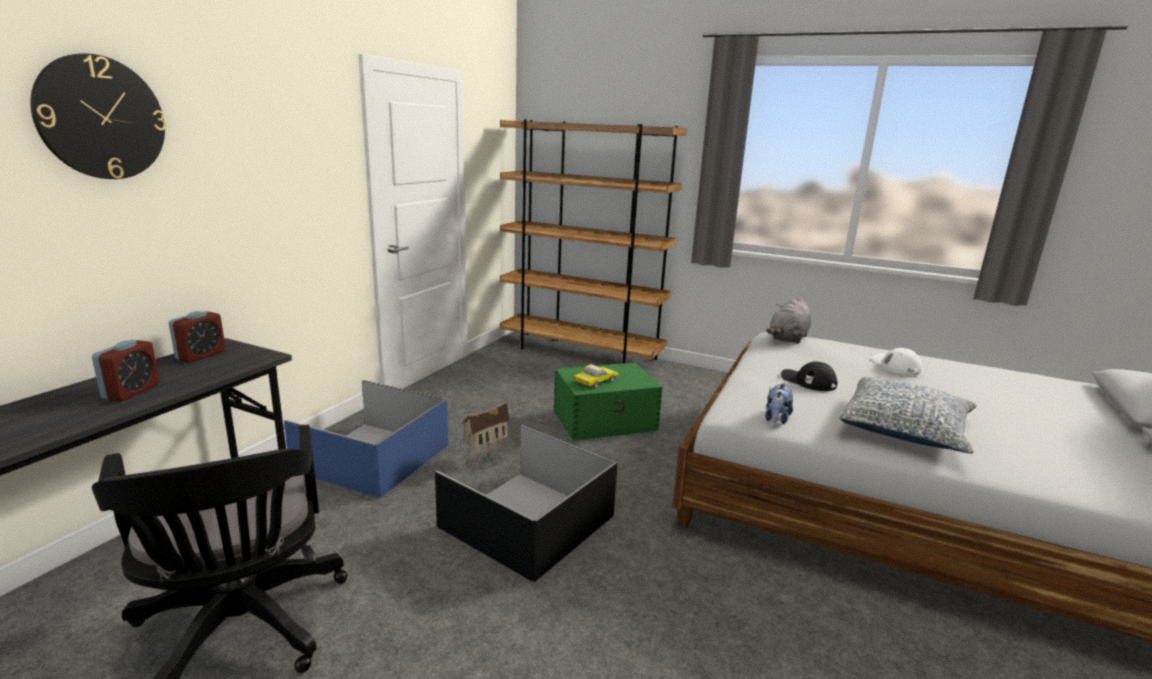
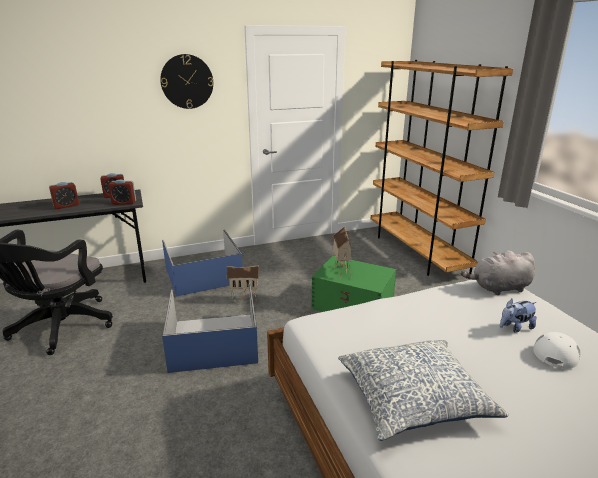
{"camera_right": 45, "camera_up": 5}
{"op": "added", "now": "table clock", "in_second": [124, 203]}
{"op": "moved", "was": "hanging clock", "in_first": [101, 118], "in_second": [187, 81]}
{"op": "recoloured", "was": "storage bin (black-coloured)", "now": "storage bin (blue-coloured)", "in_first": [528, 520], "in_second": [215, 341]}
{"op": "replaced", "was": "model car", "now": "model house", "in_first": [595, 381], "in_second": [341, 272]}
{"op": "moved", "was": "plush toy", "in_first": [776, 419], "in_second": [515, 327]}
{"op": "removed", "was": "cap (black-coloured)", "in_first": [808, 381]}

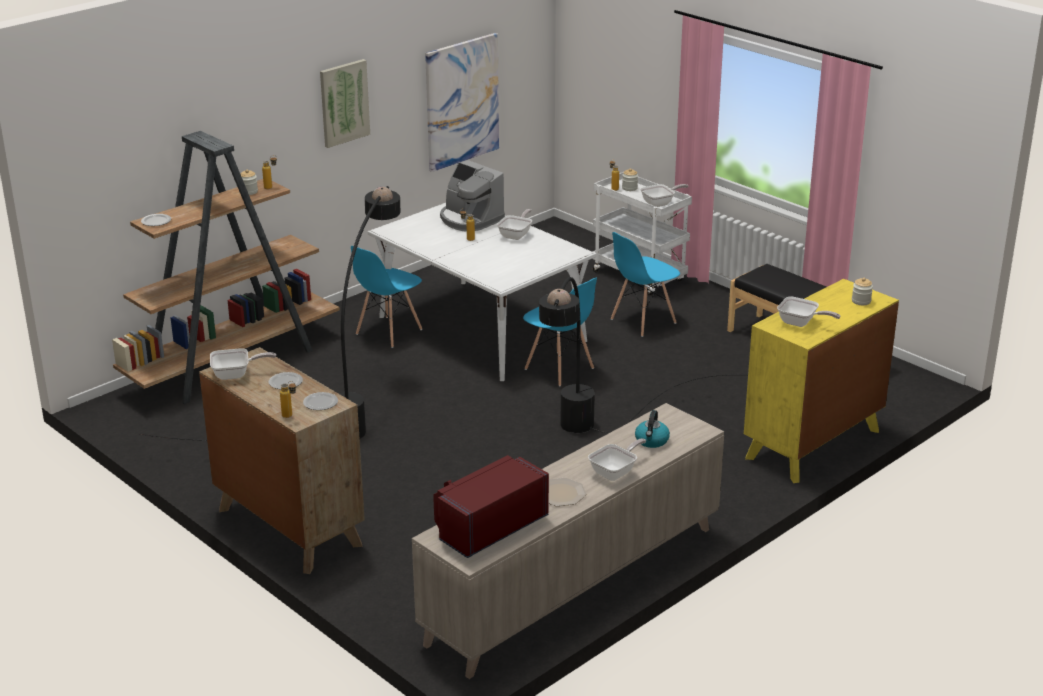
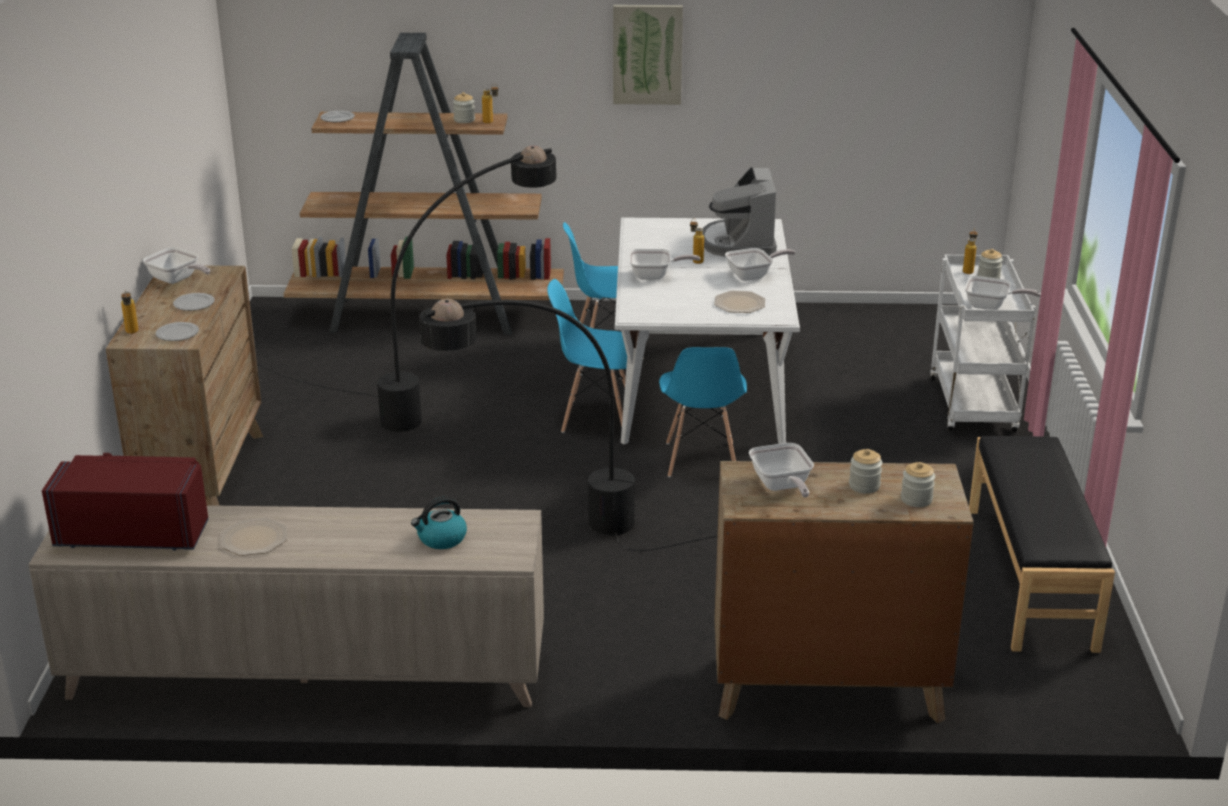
{"camera_right": 45, "camera_up": 0}
{"op": "moved", "was": "upright chair (blue-coloured)", "in_first": [642, 321], "in_second": [597, 418]}
{"op": "moved", "was": "pan", "in_first": [616, 472], "in_second": [655, 276]}
{"op": "added", "now": "plate", "in_second": [739, 303]}
{"op": "recoloured", "was": "drawer chest (yellow)", "now": "drawer chest (brown-coloured)", "in_first": [813, 444], "in_second": [827, 688]}
{"op": "added", "now": "preserve jar", "in_second": [864, 486]}
{"op": "removed", "was": "picture", "in_first": [462, 101]}

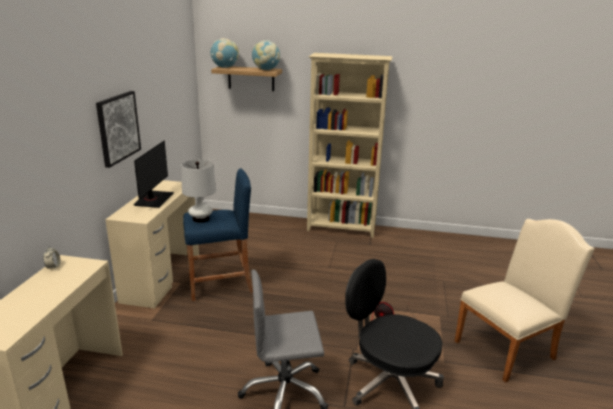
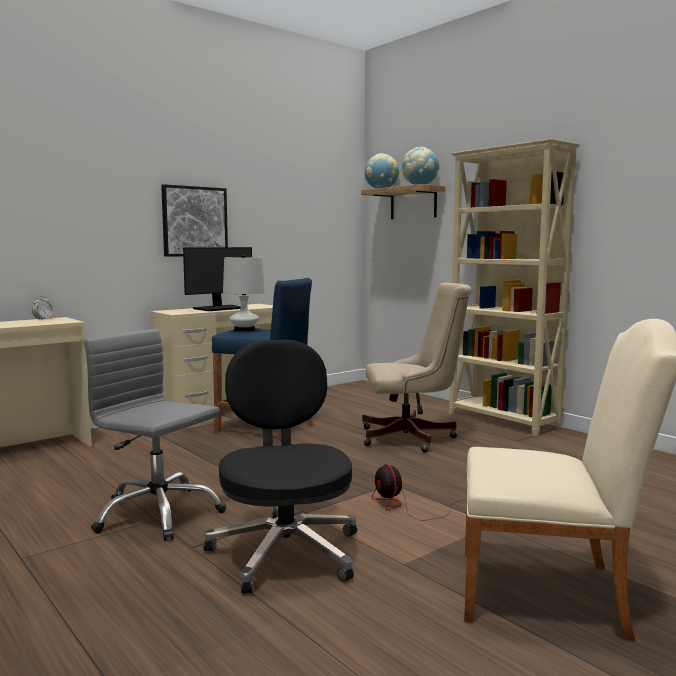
{"camera_right": 40, "camera_up": -15}
{"op": "added", "now": "office chair (beige)", "in_second": [413, 438]}

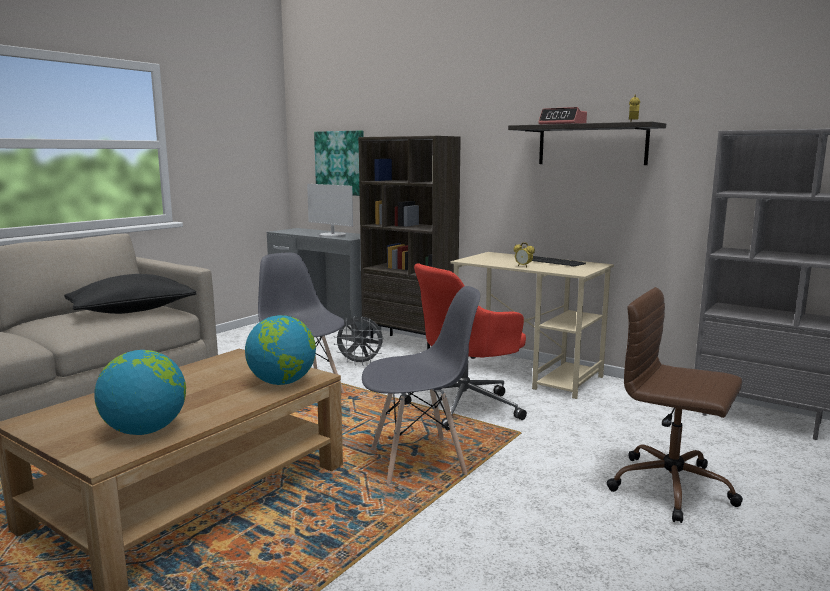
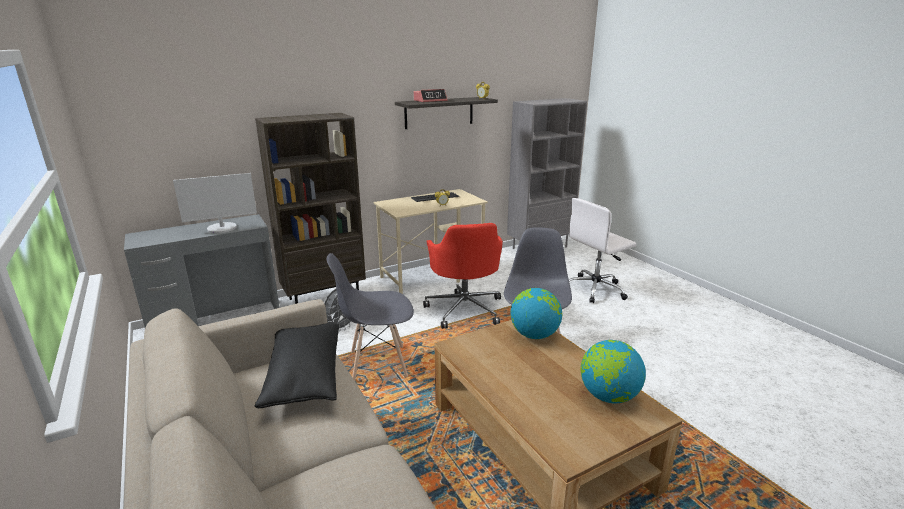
{"camera_right": -65, "camera_up": 10}
{"op": "recoloured", "was": "office chair (brown-coloured)", "now": "office chair (white)", "in_first": [673, 488], "in_second": [596, 289]}
{"op": "removed", "was": "picture", "in_first": [340, 163]}

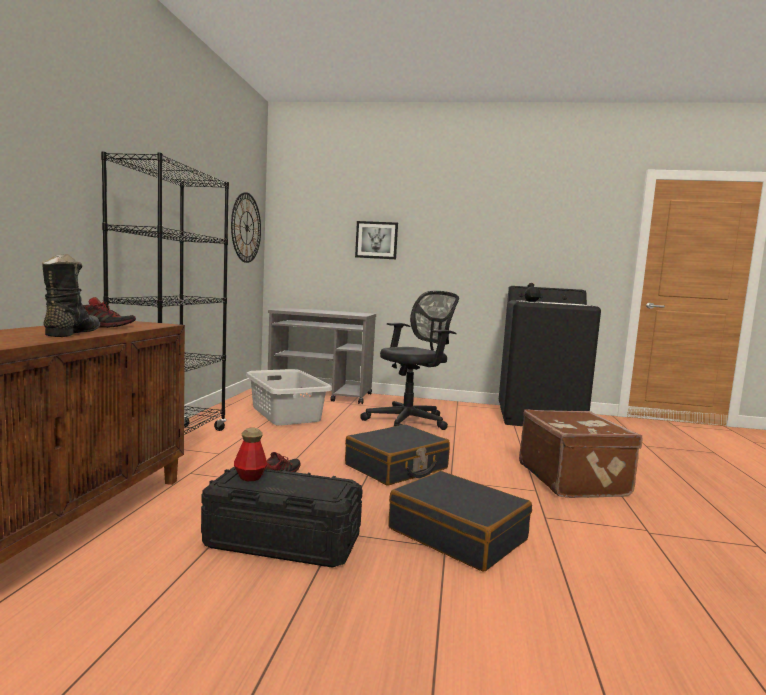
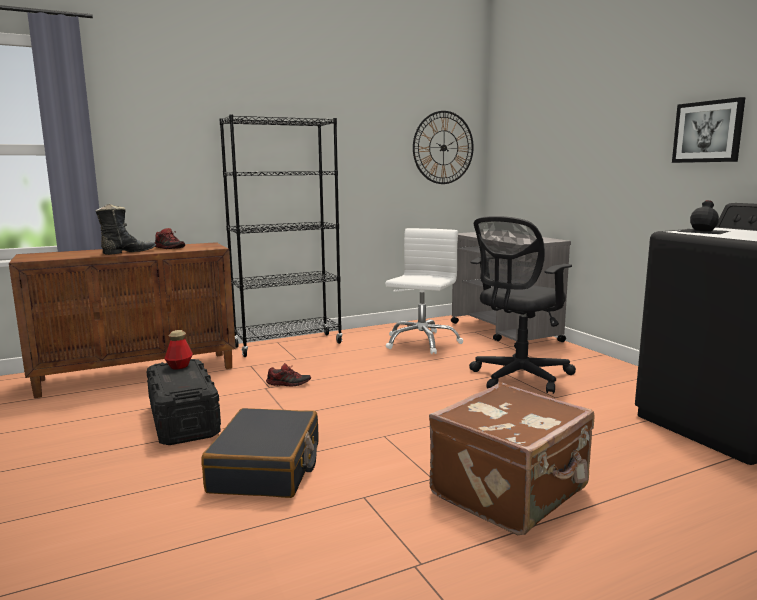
{"camera_right": 55, "camera_up": 5}
{"op": "replaced", "was": "hamper (grey)", "now": "office chair (white)", "in_first": [286, 414], "in_second": [421, 342]}
{"op": "turned", "was": "office chair (black-coloured)", "in_first": [410, 421], "in_second": [517, 378], "clockwise": 120}
{"op": "moved", "was": "picture", "in_first": [376, 240], "in_second": [708, 132]}
{"op": "removed", "was": "piece of luggage (black-coloured)", "in_first": [397, 467]}

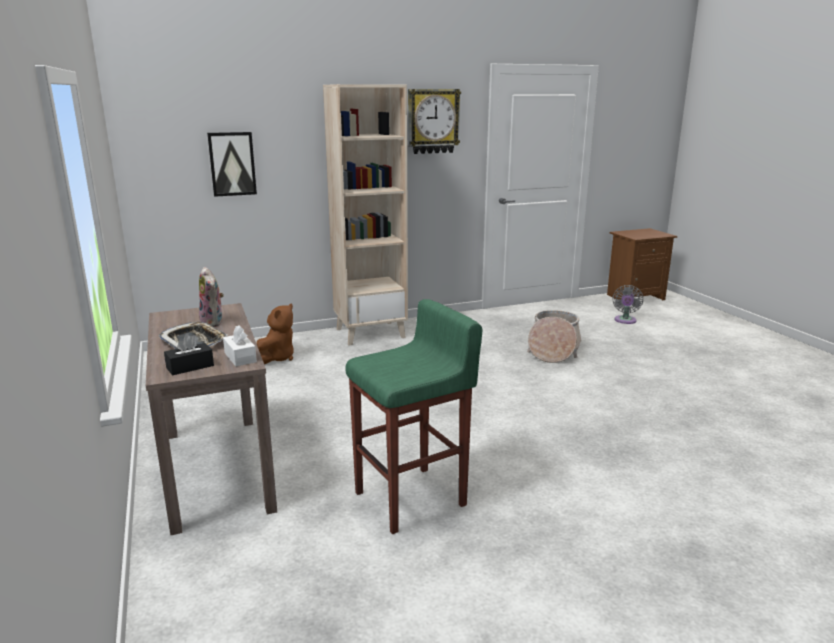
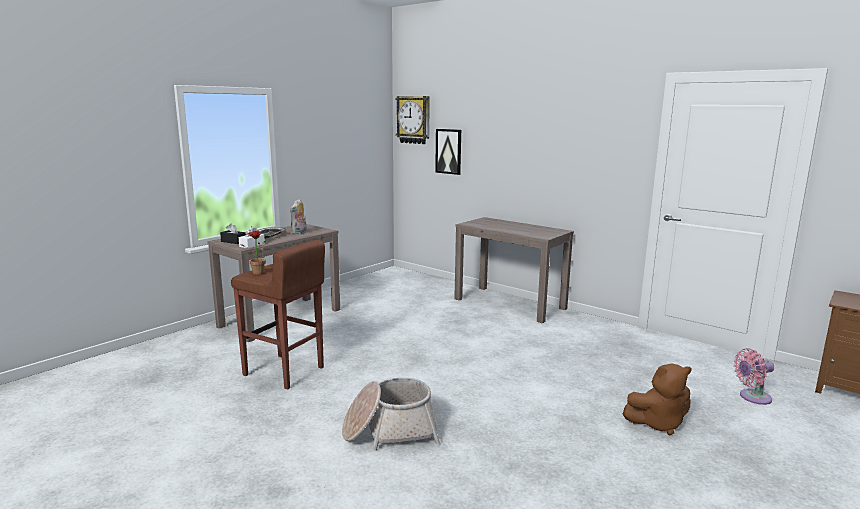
{"camera_right": 60, "camera_up": -5}
{"op": "recoloured", "was": "sitting stool (greenish)", "now": "sitting stool (brown-coloured)", "in_first": [412, 499], "in_second": [284, 372]}
{"op": "added", "now": "houseplant", "in_second": [255, 273]}
{"op": "moved", "was": "storage basket", "in_first": [553, 350], "in_second": [389, 430]}
{"op": "moved", "was": "hanging clock", "in_first": [433, 121], "in_second": [414, 120]}
{"op": "replaced", "was": "bookcase (beige)", "now": "narrow table (brown-coloured)", "in_first": [370, 333], "in_second": [510, 304]}
{"op": "moved", "was": "plush toy (brown-coloured)", "in_first": [276, 358], "in_second": [657, 423]}
{"op": "recoloured", "was": "fan (grey)", "now": "fan (pink-coloured)", "in_first": [625, 321], "in_second": [752, 397]}

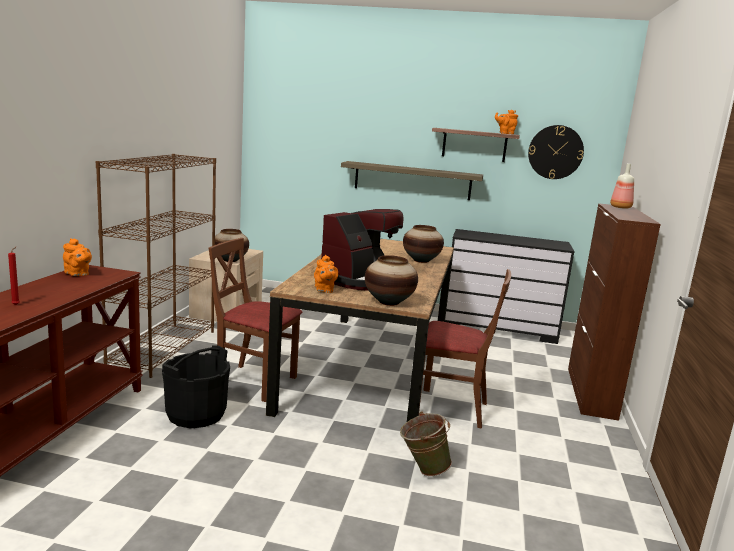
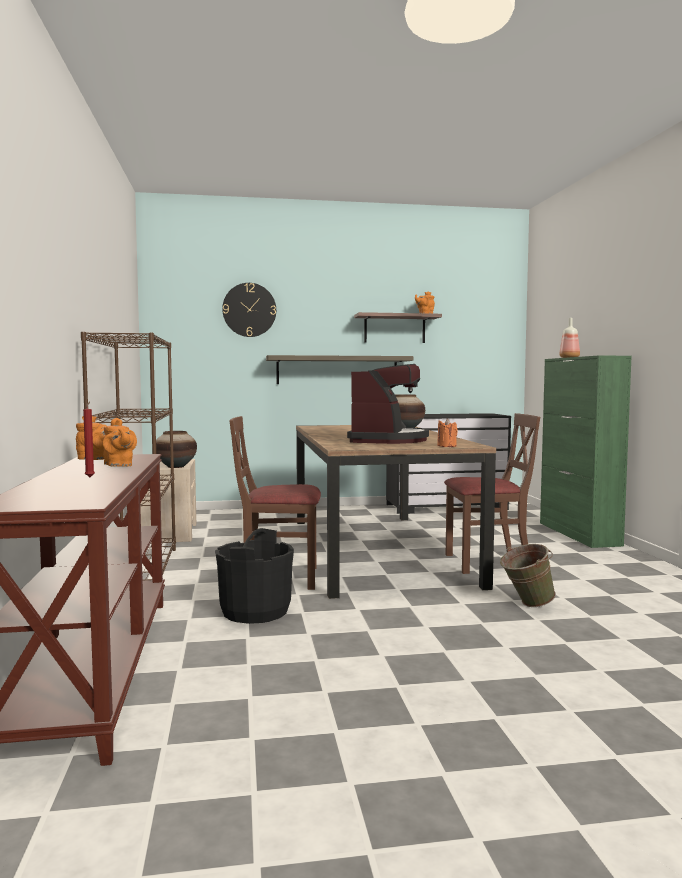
{"camera_right": -20, "camera_up": -10}
{"op": "moved", "was": "tea pot (orangey)", "in_first": [324, 290], "in_second": [119, 465]}
{"op": "moved", "was": "hanging clock", "in_first": [555, 152], "in_second": [249, 310]}
{"op": "replaced", "was": "vase", "now": "candle (orangey)", "in_first": [388, 302], "in_second": [446, 446]}
{"op": "recoloured", "was": "cupboard (brown-coloured)", "now": "cupboard (greenish)", "in_first": [591, 392], "in_second": [578, 534]}

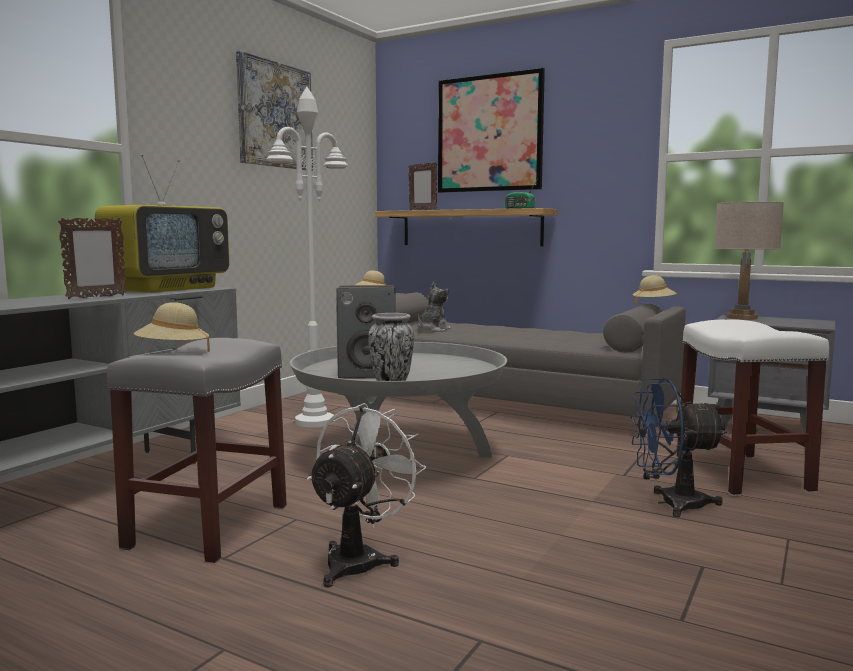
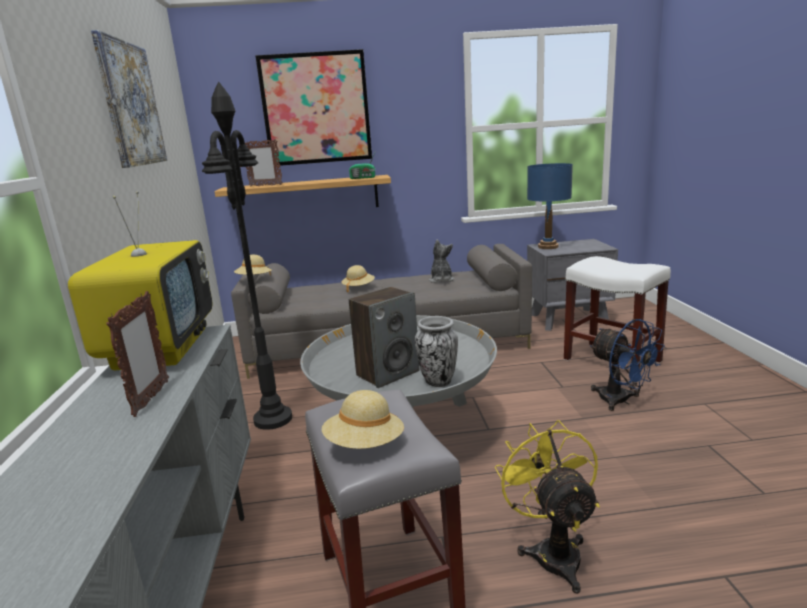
{"camera_right": -35, "camera_up": 10}
{"op": "recoloured", "was": "standing lamp (white)", "now": "standing lamp (black-coloured)", "in_first": [315, 422], "in_second": [273, 419]}
{"op": "moved", "was": "clothing hat (beige)", "in_first": [653, 304], "in_second": [358, 287]}
{"op": "moved", "was": "plush toy", "in_first": [432, 330], "in_second": [441, 280]}
{"op": "recoloured", "was": "fan (white)", "now": "fan (yellow)", "in_first": [360, 559], "in_second": [552, 551]}
{"op": "recoloured", "was": "lamp for a table (beige)", "now": "lamp for a table (blue-coloured)", "in_first": [742, 318], "in_second": [548, 247]}
{"op": "turned", "was": "fan (blue-coloured)", "in_first": [671, 504], "in_second": [621, 401], "clockwise": -90}

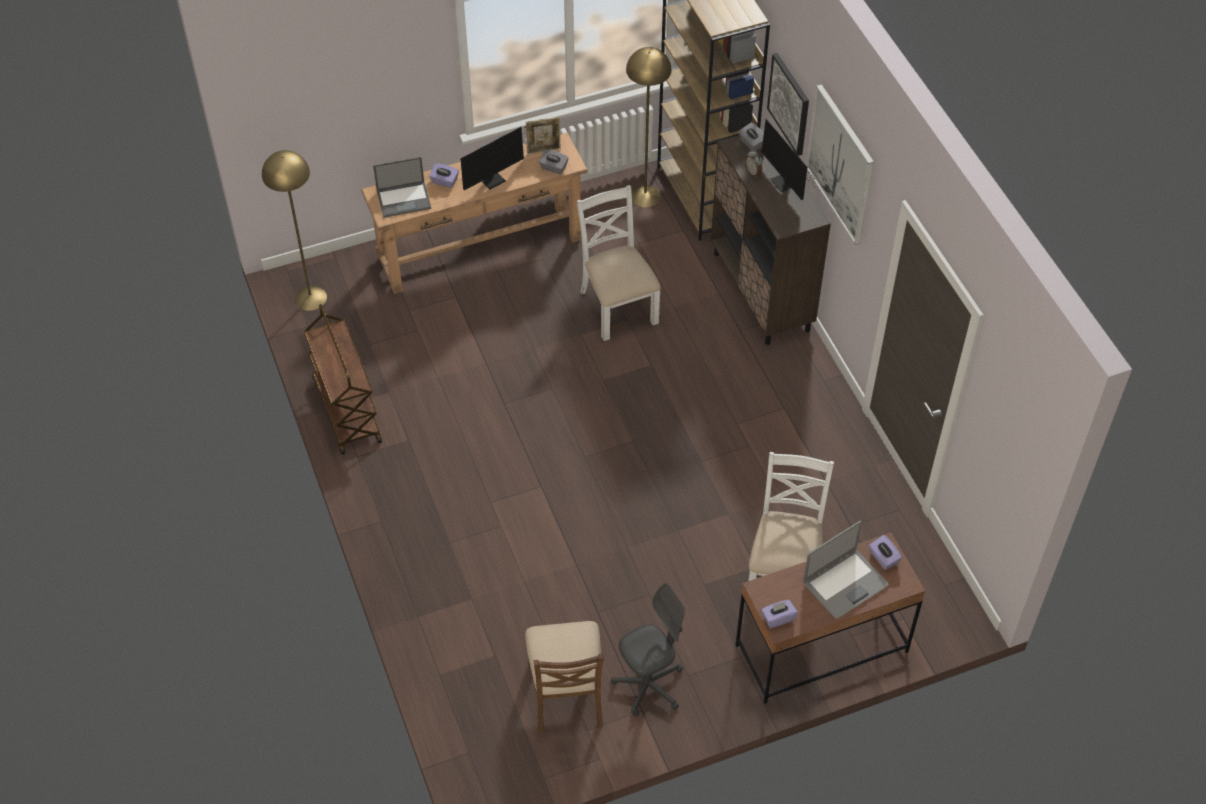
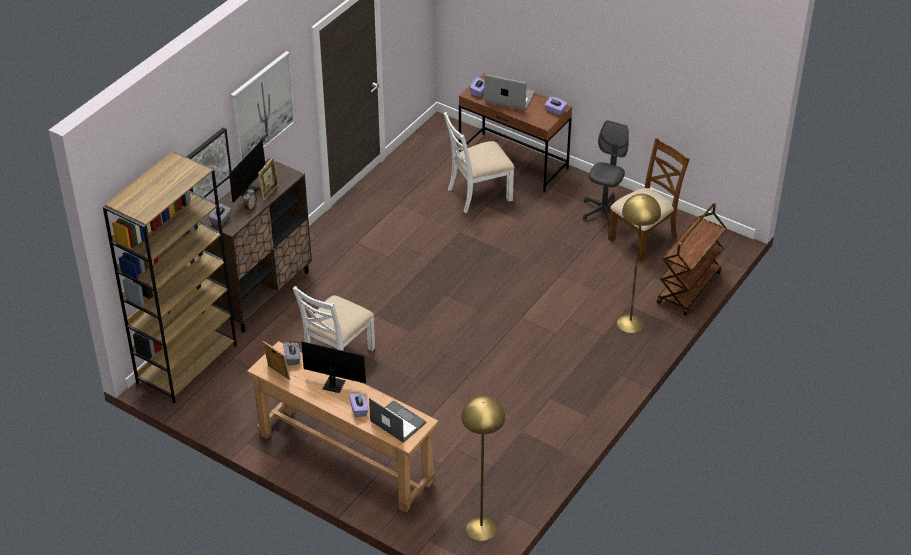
{"camera_right": -125, "camera_up": -10}
{"op": "added", "now": "standing frame", "in_second": [270, 192]}
{"op": "turned", "was": "office chair (grey)", "in_first": [648, 685], "in_second": [604, 212], "clockwise": 90}
{"op": "moved", "was": "standing lamp (yellow)", "in_first": [645, 196], "in_second": [630, 323]}
{"op": "moved", "was": "wheeled cart (brown-coloured)", "in_first": [346, 410], "in_second": [689, 289]}

